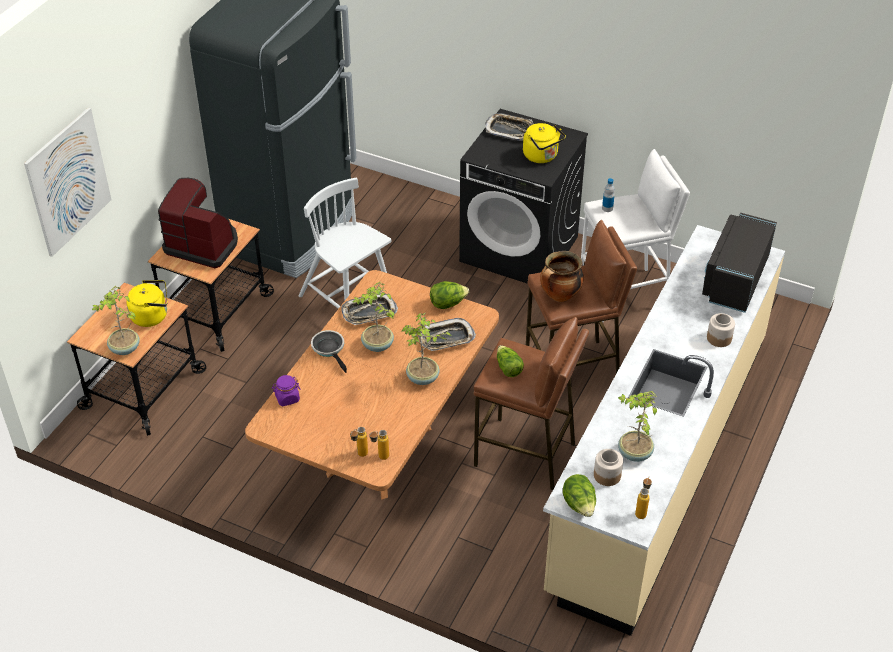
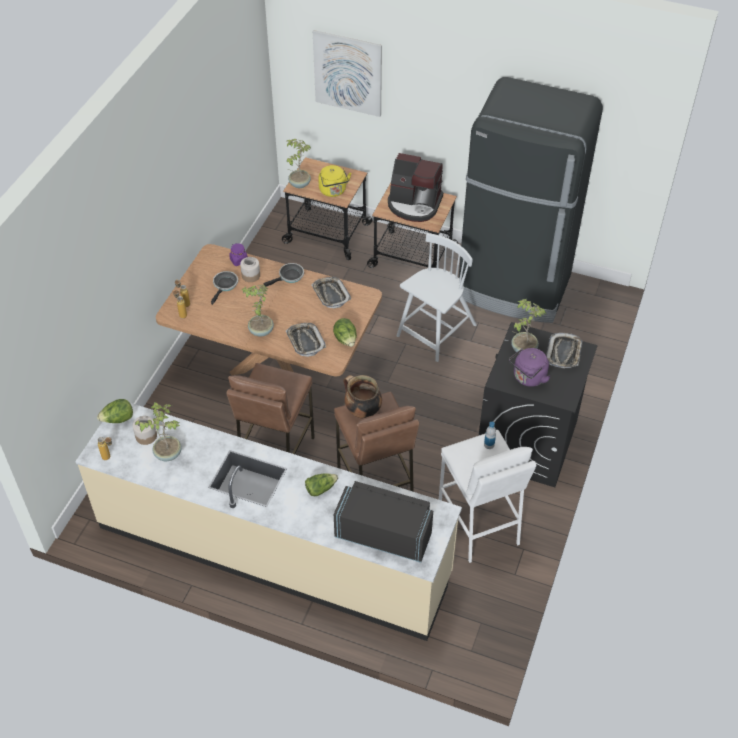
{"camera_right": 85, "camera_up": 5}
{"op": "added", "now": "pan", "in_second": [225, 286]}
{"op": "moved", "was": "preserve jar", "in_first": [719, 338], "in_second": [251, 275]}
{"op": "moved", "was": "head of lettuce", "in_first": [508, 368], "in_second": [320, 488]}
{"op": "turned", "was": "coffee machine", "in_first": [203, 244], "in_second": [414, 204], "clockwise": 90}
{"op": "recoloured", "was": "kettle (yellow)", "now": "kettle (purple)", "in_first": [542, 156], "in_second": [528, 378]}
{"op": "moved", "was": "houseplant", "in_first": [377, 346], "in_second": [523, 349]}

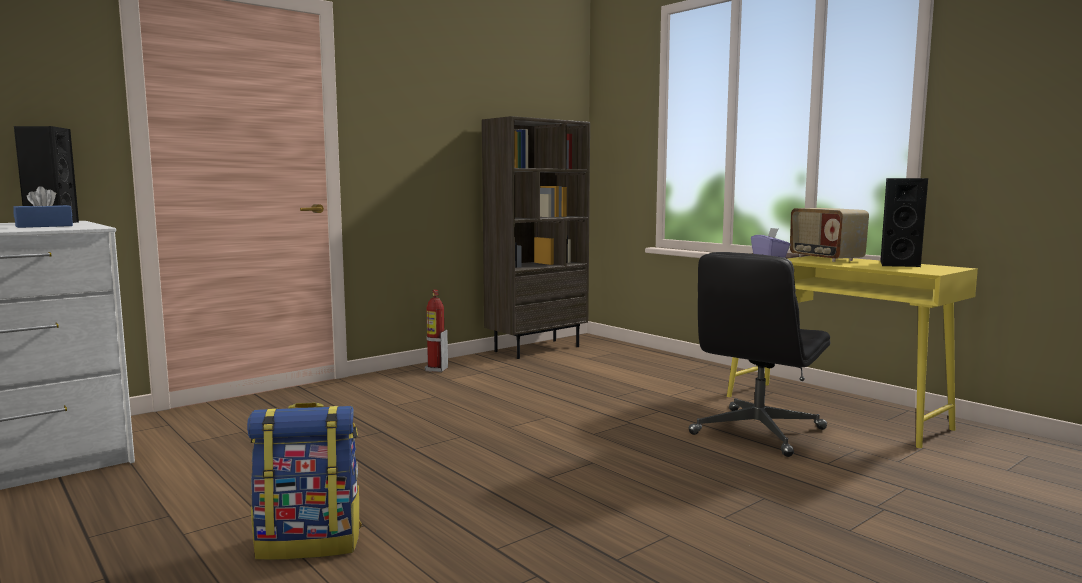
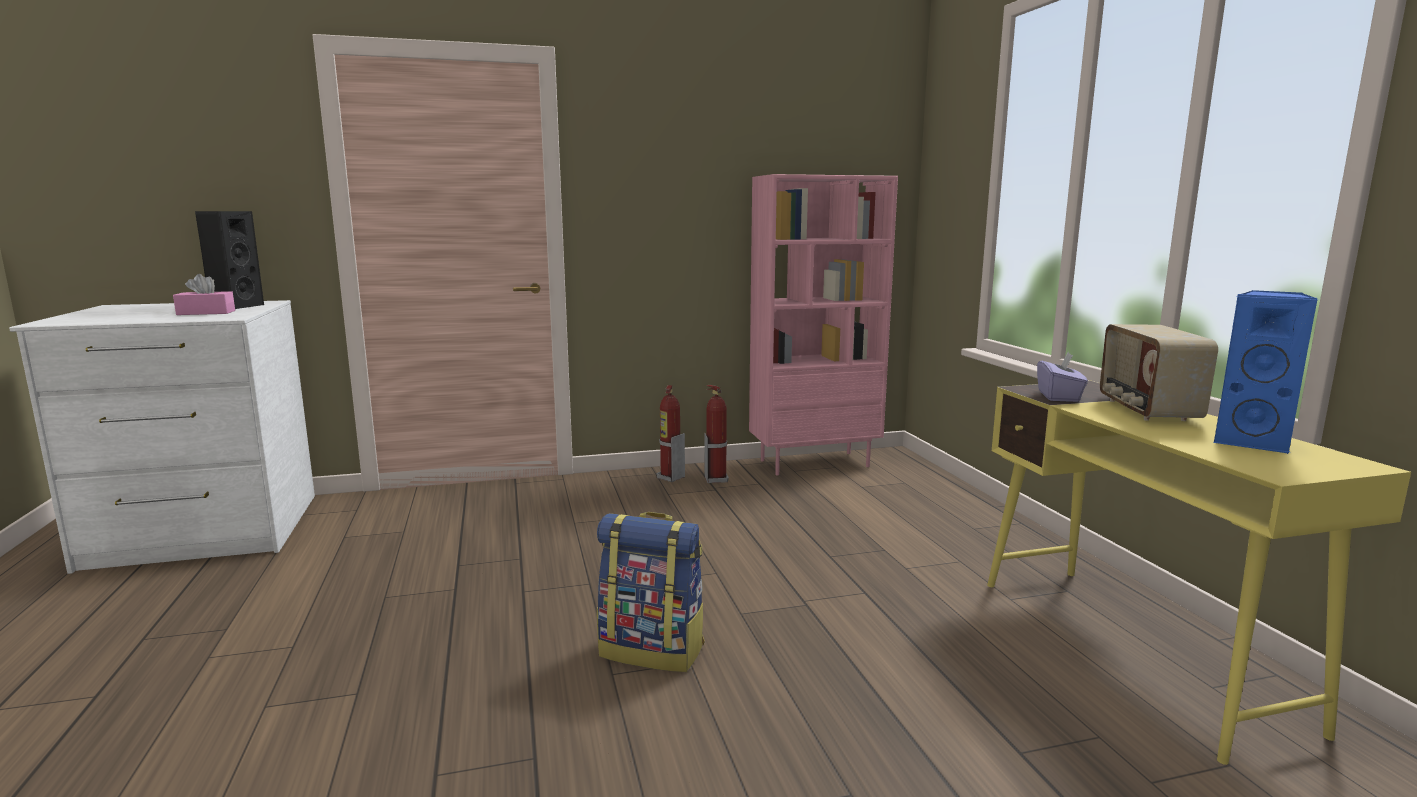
{"camera_right": 25, "camera_up": 5}
{"op": "recoloured", "was": "tissue box (blue-coloured)", "now": "tissue box (pink-coloured)", "in_first": [44, 226], "in_second": [206, 313]}
{"op": "moved", "was": "backpack", "in_first": [310, 543], "in_second": [653, 650]}
{"op": "added", "now": "extinguisher", "in_second": [716, 479]}
{"op": "recoloured", "was": "bookcase (brown-coloured)", "now": "bookcase (pink-coloured)", "in_first": [537, 349], "in_second": [814, 463]}
{"op": "recoloured", "was": "loudspeaker (black-coloured)", "now": "loudspeaker (blue-coloured)", "in_first": [897, 264], "in_second": [1252, 442]}
{"op": "removed", "was": "office chair (black-coloured)", "in_first": [757, 432]}

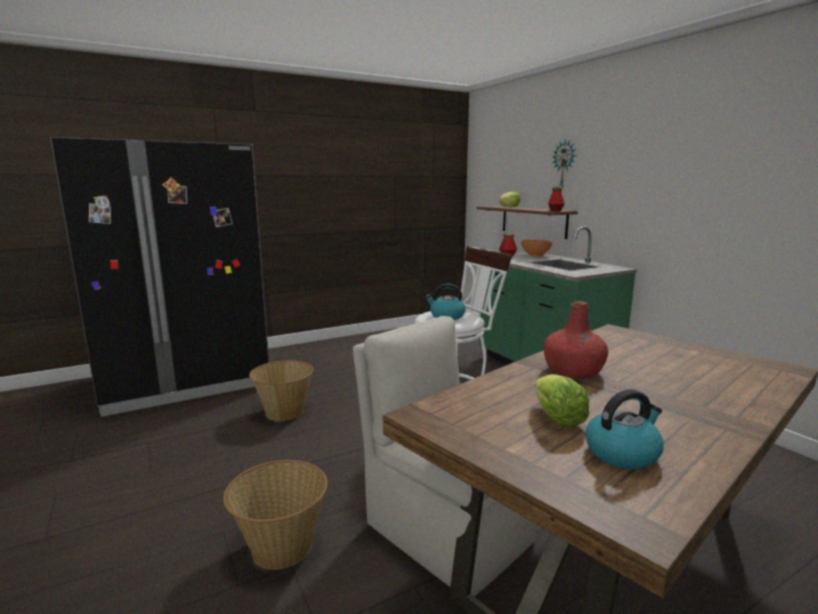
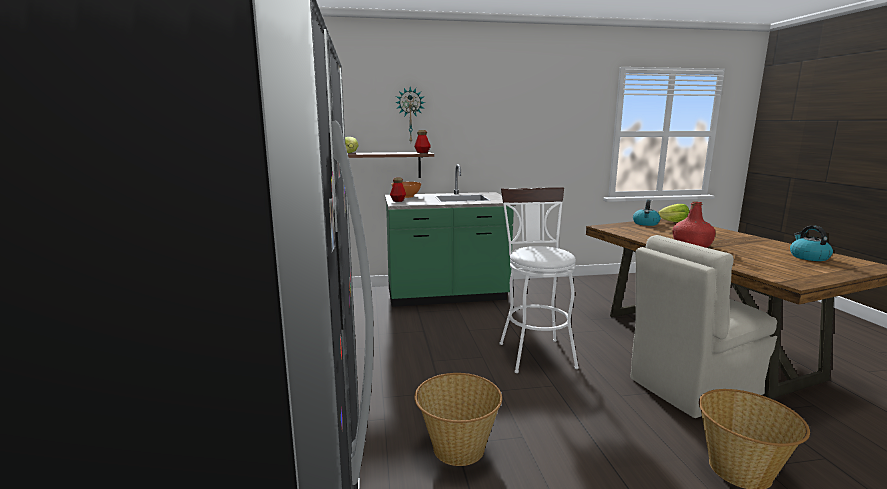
{"camera_right": -70, "camera_up": 0}
{"op": "moved", "was": "kettle", "in_first": [446, 316], "in_second": [646, 223]}
{"op": "moved", "was": "head of lettuce", "in_first": [556, 418], "in_second": [674, 222]}

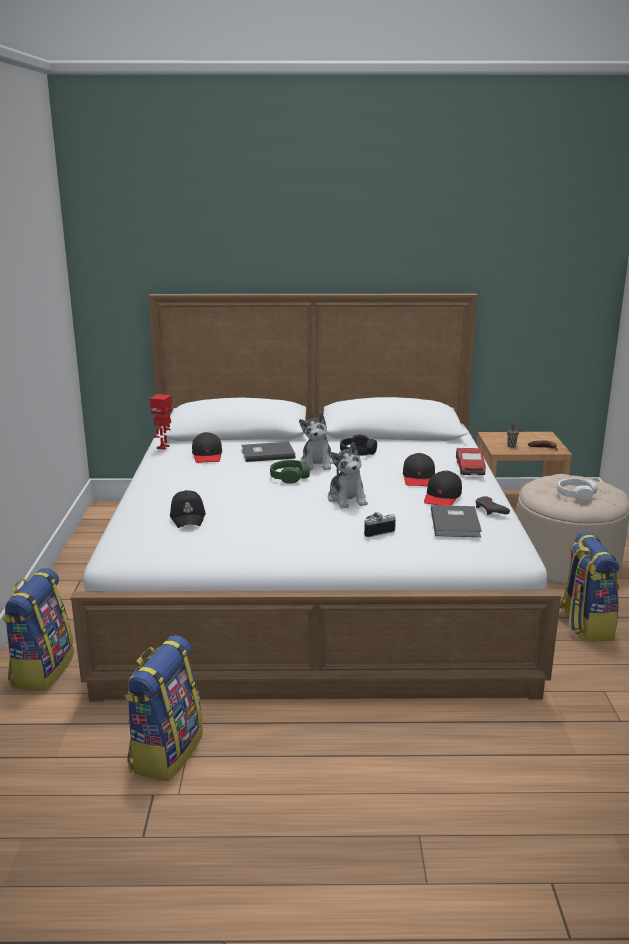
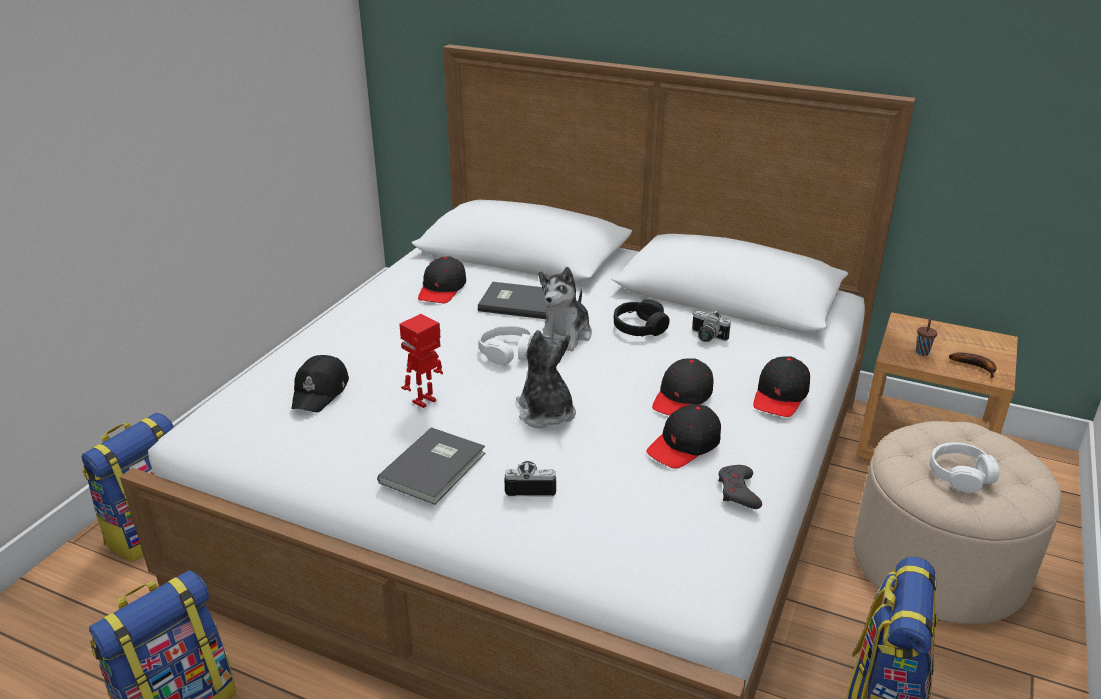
{"camera_right": 25, "camera_up": 10}
{"op": "moved", "was": "bound book (grey)", "in_first": [456, 523], "in_second": [436, 467]}
{"op": "moved", "was": "toy robot", "in_first": [163, 447], "in_second": [425, 401]}
{"op": "recoloured", "was": "pair of headphones (greenish)", "now": "pair of headphones (white)", "in_first": [289, 477], "in_second": [507, 352]}
{"op": "turned", "was": "plush toy", "in_first": [347, 499], "in_second": [545, 413], "clockwise": 150}
{"op": "added", "now": "still camera", "in_second": [706, 337]}
{"op": "replaced", "was": "model car", "now": "cap (black-coloured)", "in_first": [470, 468], "in_second": [780, 396]}

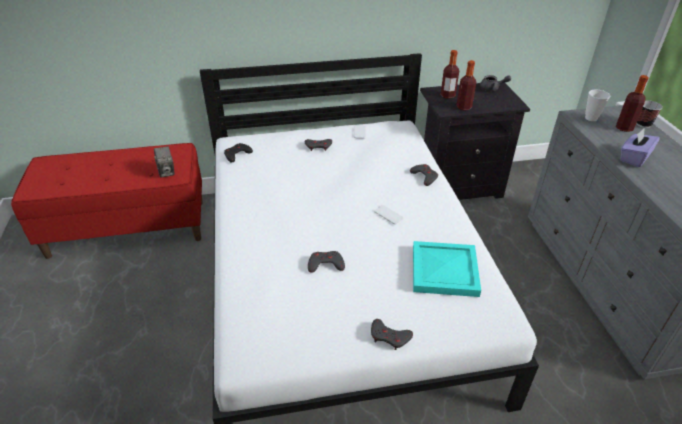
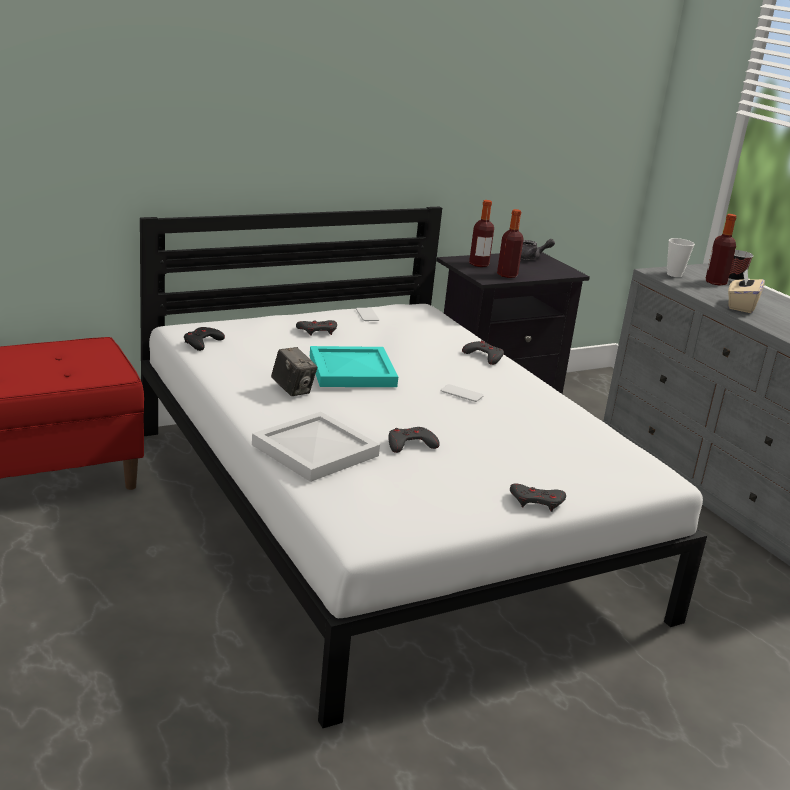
{"camera_right": -20, "camera_up": -15}
{"op": "added", "now": "serving tray (white)", "in_second": [315, 449]}
{"op": "moved", "was": "still camera", "in_first": [166, 172], "in_second": [293, 390]}
{"op": "moved", "was": "serving tray (turquoise-coloured)", "in_first": [445, 271], "in_second": [353, 371]}
{"op": "recoloured", "was": "tissue box (purple)", "now": "tissue box (beige)", "in_first": [634, 158], "in_second": [741, 306]}

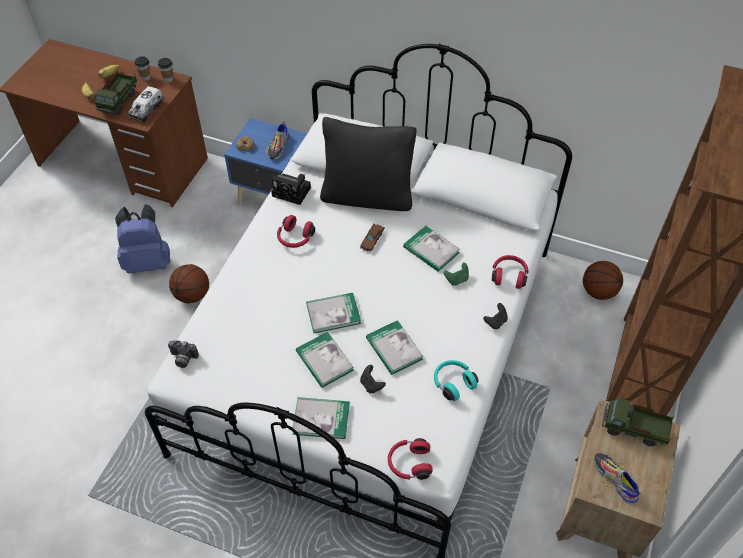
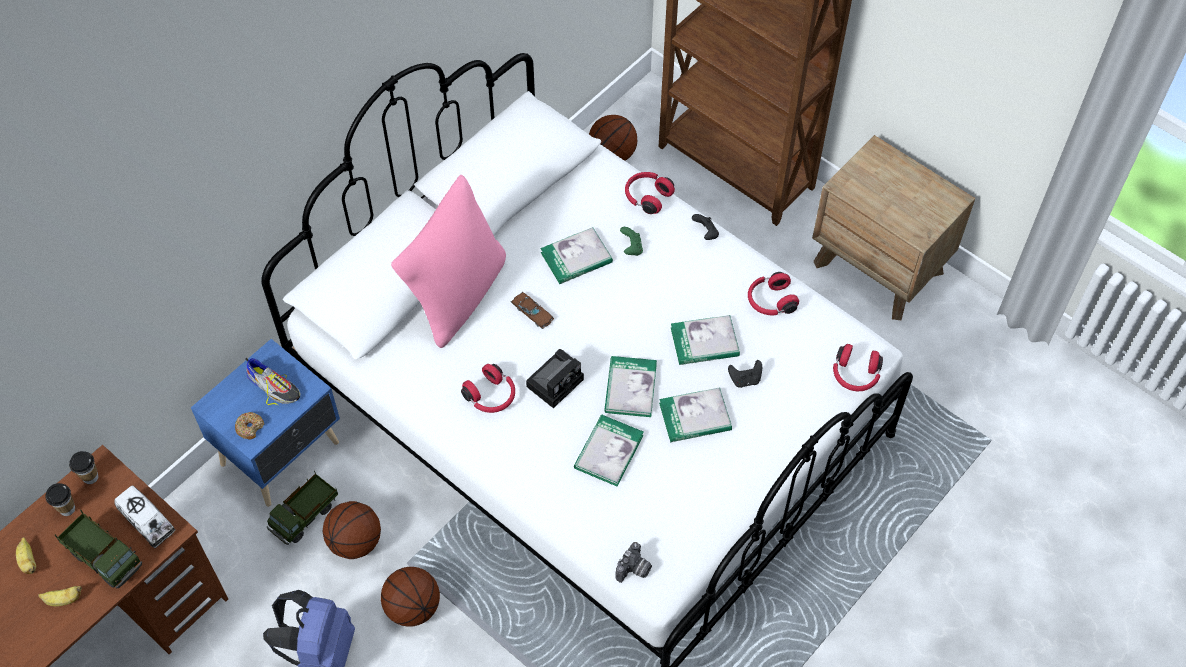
{"camera_right": -70, "camera_up": 5}
{"op": "moved", "was": "toy lorry", "in_first": [634, 430], "in_second": [305, 516]}
{"op": "added", "now": "basketball", "in_second": [355, 541]}
{"op": "recoloured", "was": "pillow (black-coloured)", "now": "pillow (pink-coloured)", "in_first": [367, 196], "in_second": [457, 295]}
{"op": "moved", "was": "still camera", "in_first": [293, 192], "in_second": [556, 381]}
{"op": "moved", "was": "bound book", "in_first": [321, 419], "in_second": [608, 451]}
{"op": "recoloured", "was": "pair of headphones (turquoise-coloured)", "now": "pair of headphones (reddish)", "in_first": [453, 383], "in_second": [770, 301]}
{"op": "removed", "was": "shoe", "in_first": [614, 479]}

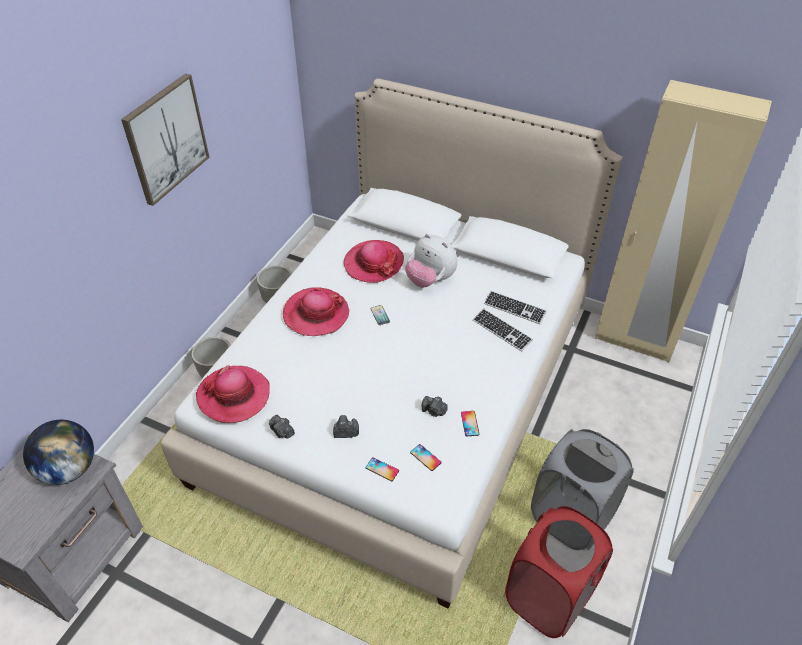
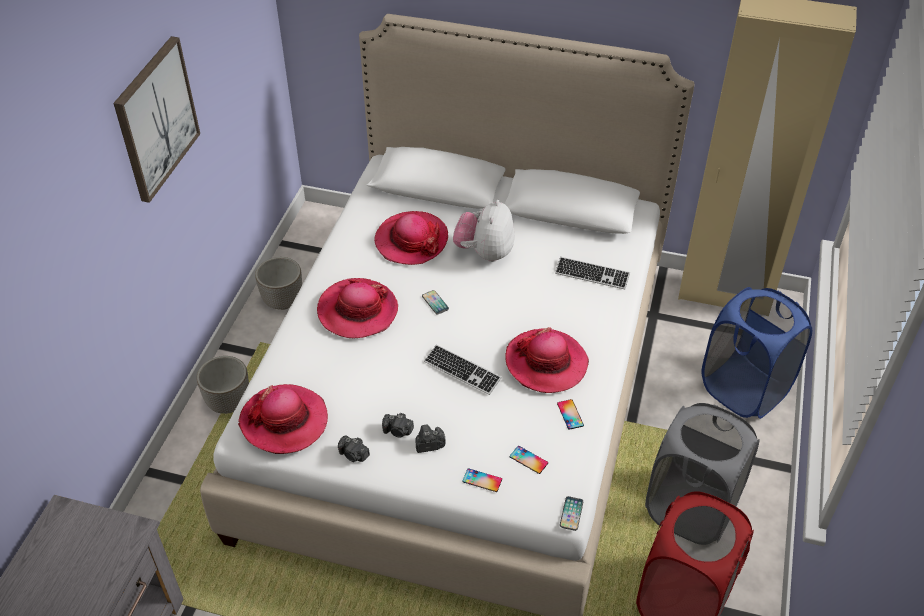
{"camera_right": -10, "camera_up": 0}
{"op": "moved", "was": "still camera", "in_first": [434, 411], "in_second": [398, 431]}
{"op": "moved", "was": "computer keyboard", "in_first": [502, 331], "in_second": [462, 371]}
{"op": "turned", "was": "plush toy", "in_first": [430, 280], "in_second": [485, 252], "clockwise": 75}
{"op": "added", "now": "clothing hat", "in_second": [546, 363]}
{"op": "added", "now": "handset", "in_second": [571, 514]}
{"op": "added", "now": "hamper (blue-coloured)", "in_second": [744, 389]}
{"op": "removed", "was": "desk globe", "in_first": [69, 469]}

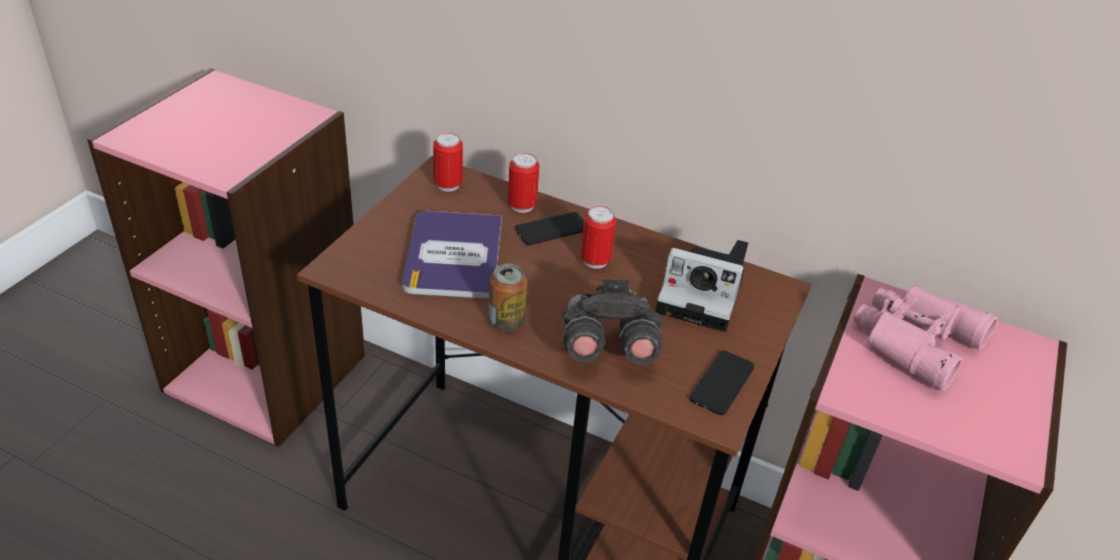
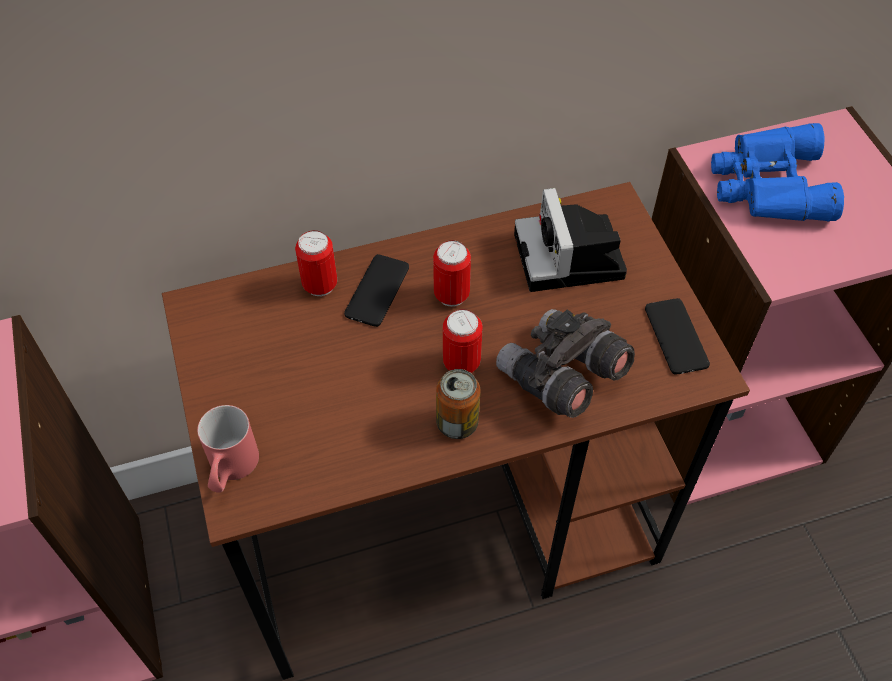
{"camera_right": -40, "camera_up": 15}
{"op": "added", "now": "mug (reddish)", "in_second": [231, 470]}
{"op": "moved", "was": "metal can", "in_first": [448, 185], "in_second": [461, 363]}
{"op": "turned", "was": "still camera", "in_first": [704, 295], "in_second": [571, 259], "clockwise": 105}
{"op": "recoloured", "was": "field glasses (pink-coloured)", "now": "field glasses (blue-coloured)", "in_first": [912, 339], "in_second": [767, 185]}
{"op": "removed", "was": "bound book", "in_first": [454, 255]}

